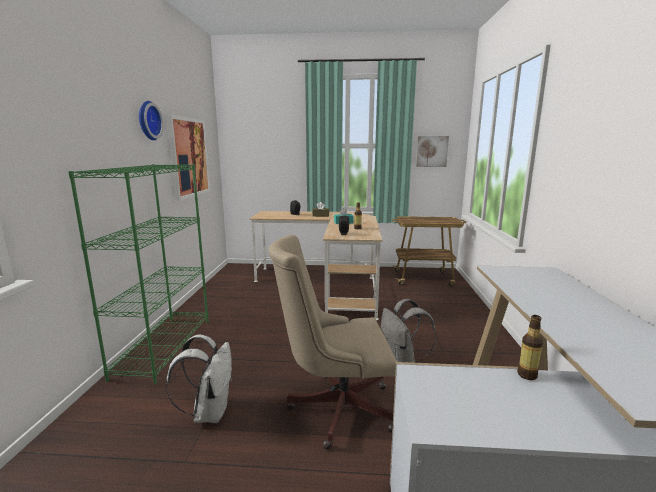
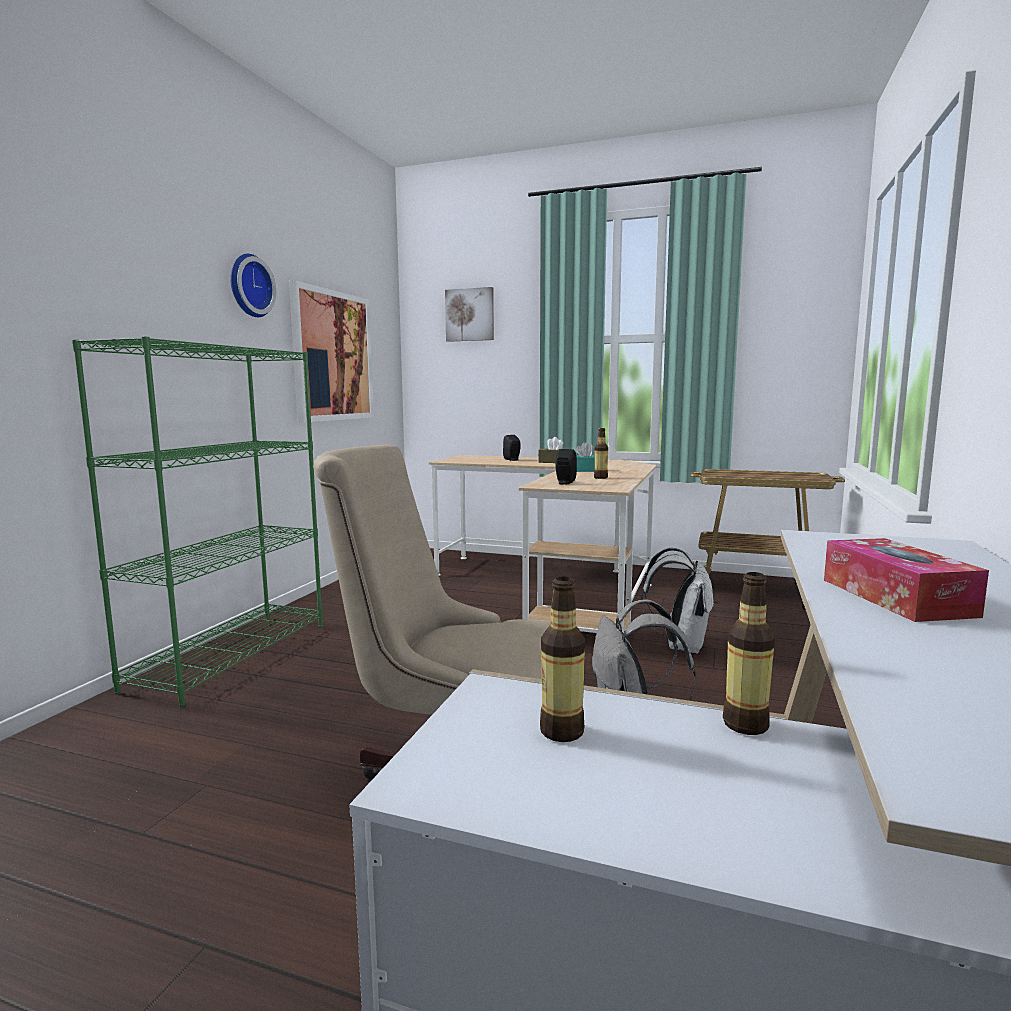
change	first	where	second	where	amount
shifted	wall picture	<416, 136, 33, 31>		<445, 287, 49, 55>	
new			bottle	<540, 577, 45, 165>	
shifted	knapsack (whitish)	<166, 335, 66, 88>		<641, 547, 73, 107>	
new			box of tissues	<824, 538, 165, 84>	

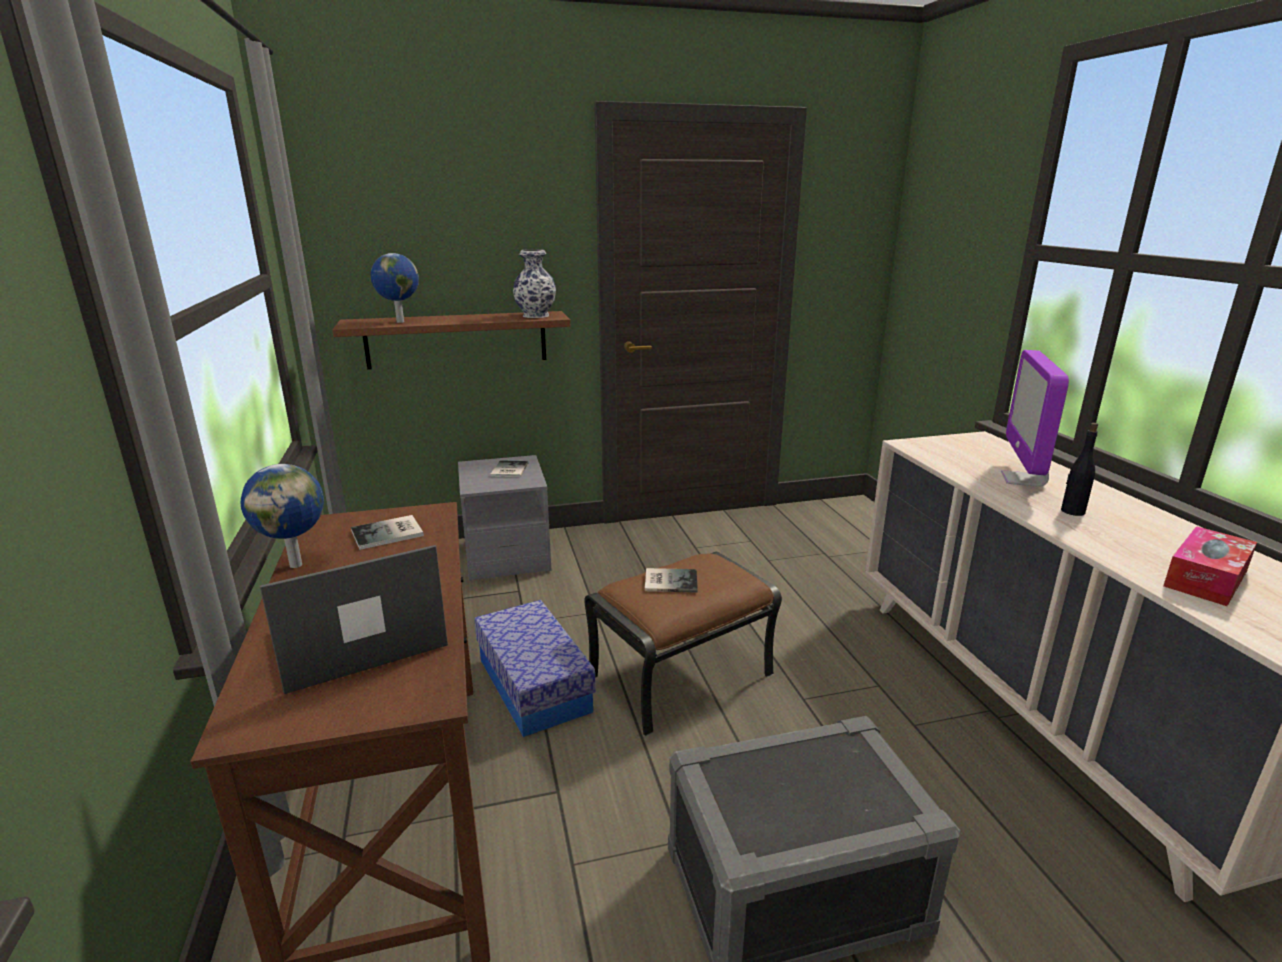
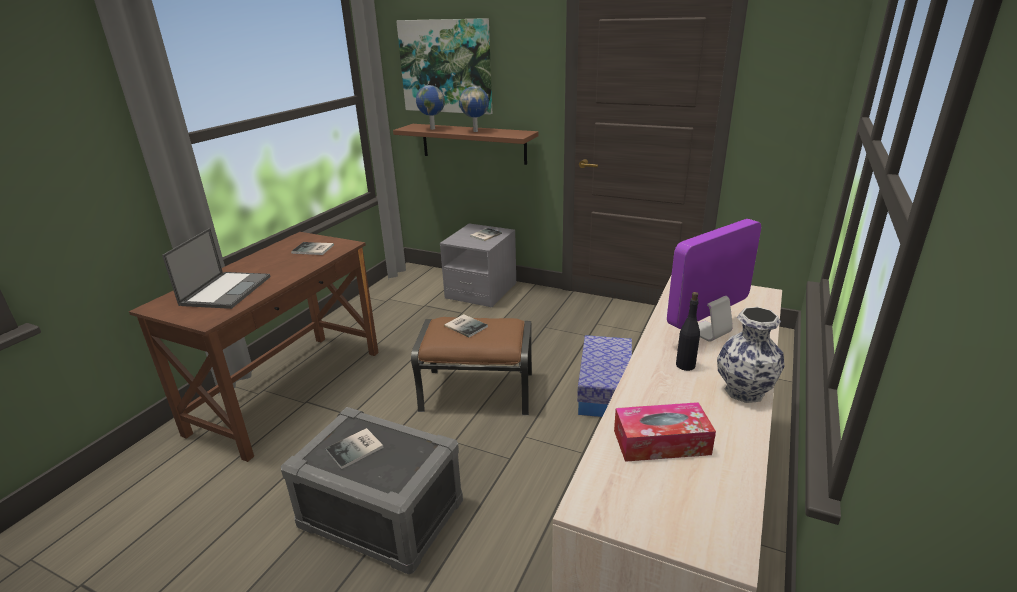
change	first	where	second	where	amount
rotated	portable computer	<260, 545, 188, 149>		<162, 228, 109, 81>	90 degrees clockwise
new			bound book	<326, 428, 58, 41>	
new			wall picture	<396, 18, 96, 96>	
shifted	desk globe	<240, 464, 84, 104>		<459, 86, 30, 46>	
shifted	storage box	<474, 600, 122, 137>		<577, 335, 55, 82>	
shifted	flower vase	<513, 249, 43, 69>		<717, 307, 67, 96>	

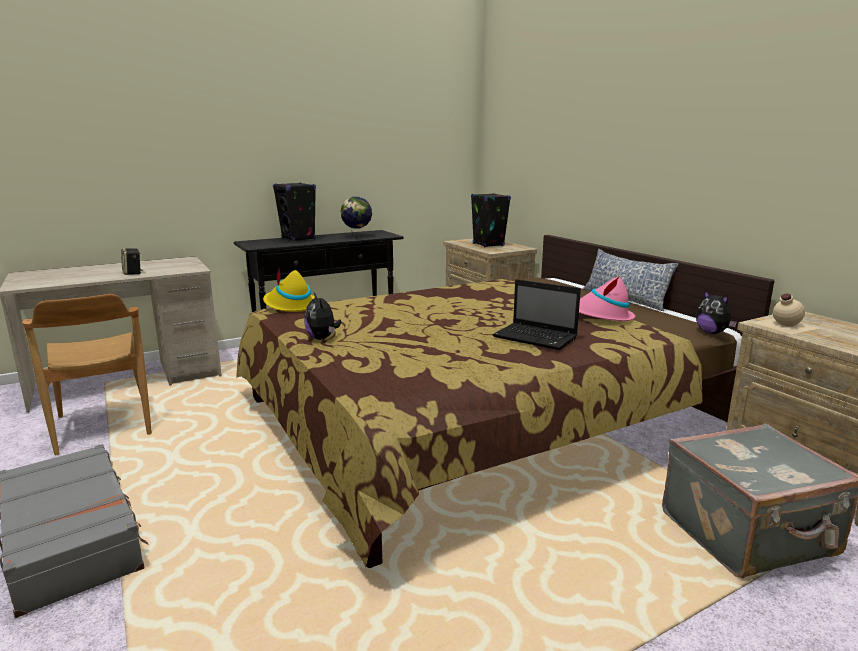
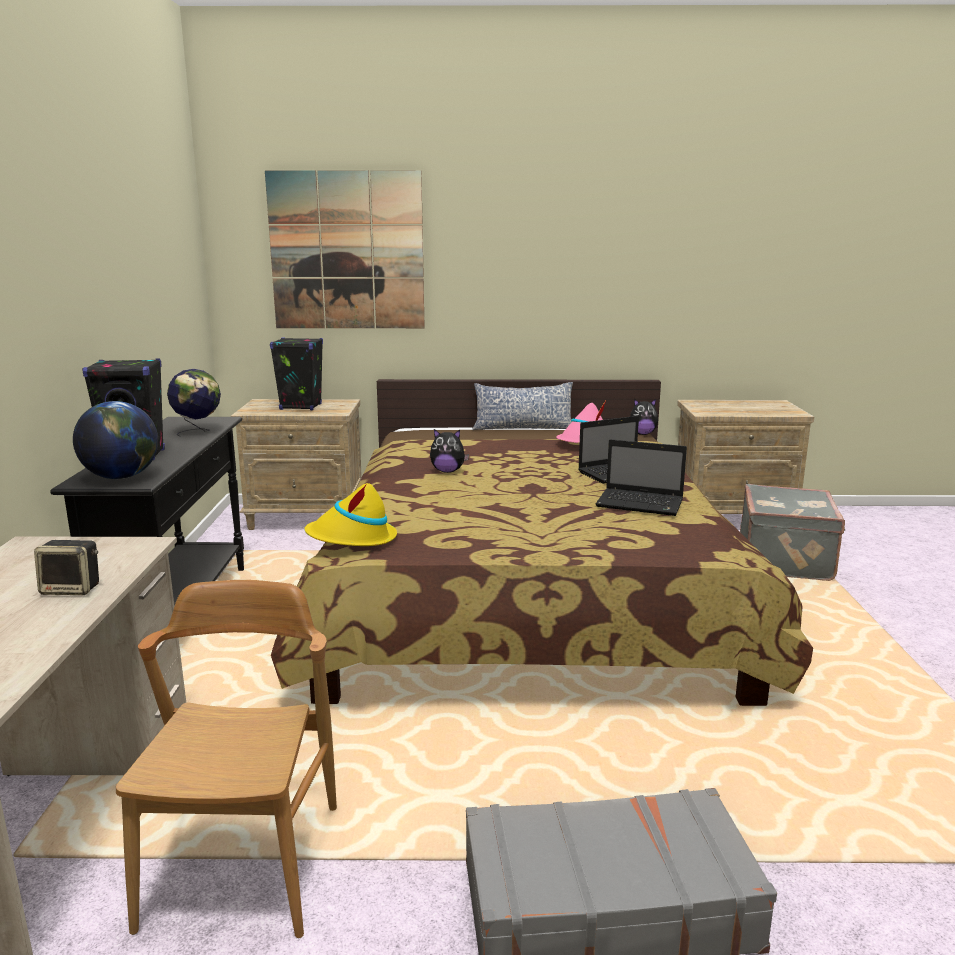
change	first	where	second	where	amount
new			desk globe	<73, 401, 85, 78>	
rotated	plain chair (brownish)	<22, 294, 130, 161>		<116, 580, 221, 358>	90 degrees counterclockwise
new			wall picture	<265, 170, 160, 158>	
shifted	cuddly toy	<304, 293, 37, 47>		<430, 429, 39, 44>	
new			portable computer	<595, 439, 92, 77>	
gone	bottle (beige)	<752, 294, 67, 40>			

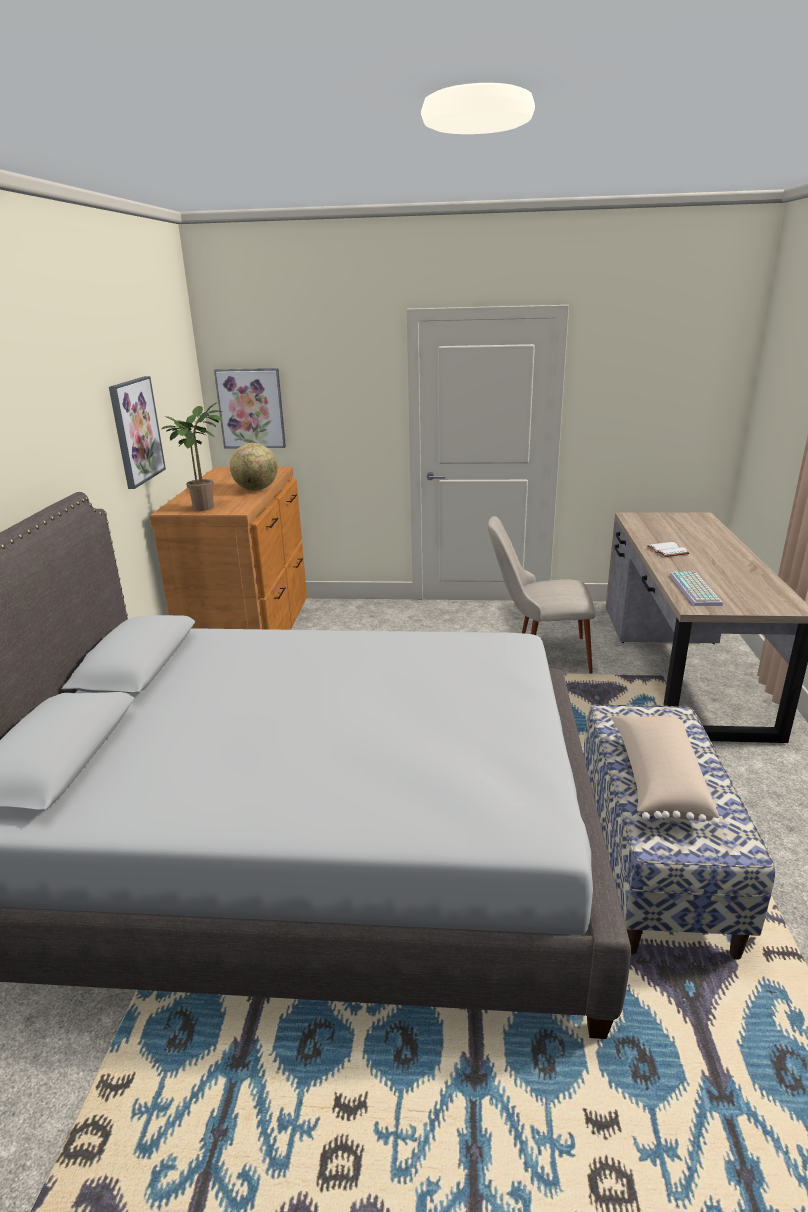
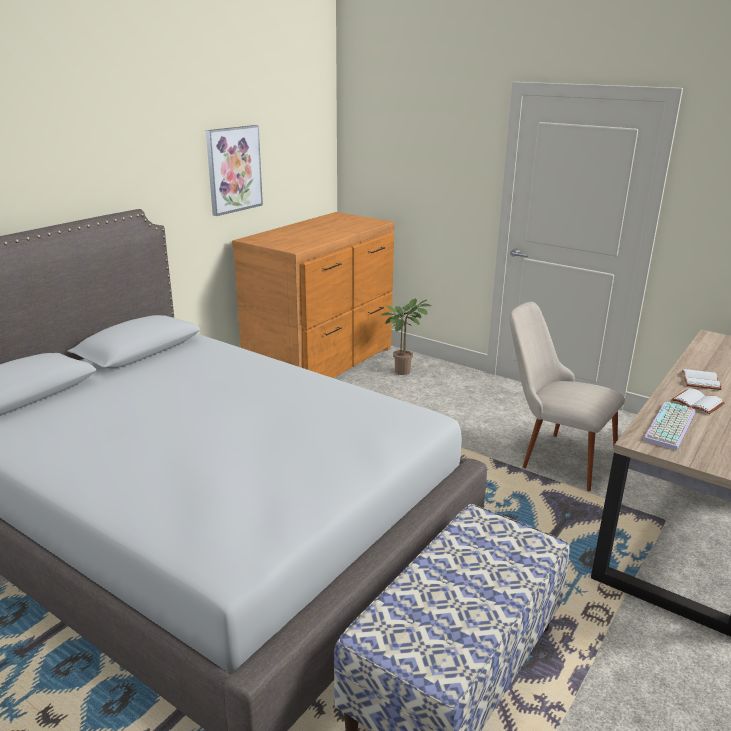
change	first	where	second	where	amount
shifted	houseplant	<162, 402, 61, 109>		<381, 299, 51, 76>	
new			bound book (whitish)	<671, 388, 54, 26>	
gone	wall picture	<214, 368, 72, 80>			
gone	desk globe	<230, 443, 48, 48>			
gone	throw pillow (beige)	<612, 715, 108, 111>			

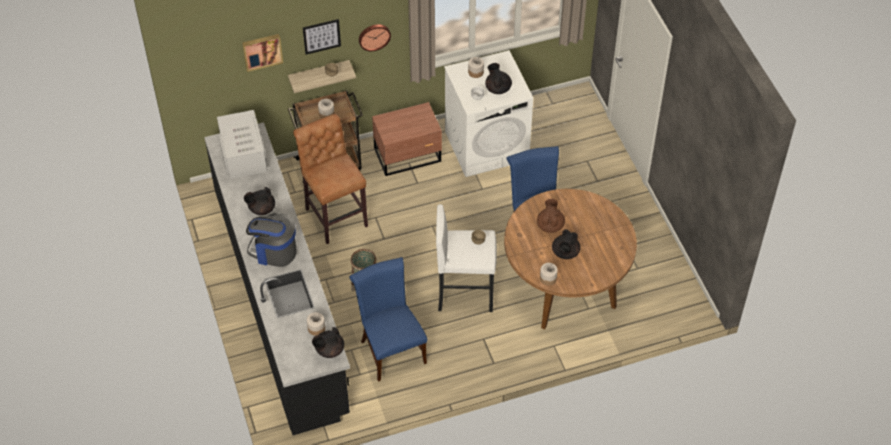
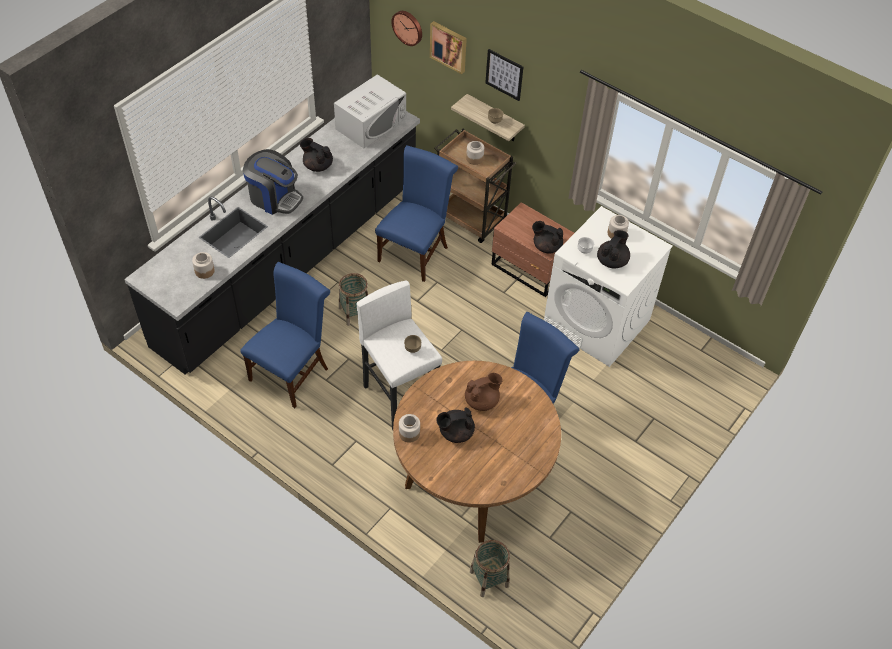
change	first	where	second	where	amount
rotated	coffee maker	<246, 213, 51, 54>		<243, 149, 60, 66>	135 degrees clockwise
swapped	stool seat (brownish)	<293, 114, 75, 130>	plain chair (blue-coloured)	<375, 145, 83, 137>	
shifted	wall clock	<359, 24, 32, 27>		<391, 11, 31, 35>	
new			household basket	<470, 540, 40, 57>	
shifted	pot for tea (blackish)	<312, 327, 32, 31>		<532, 221, 31, 32>	

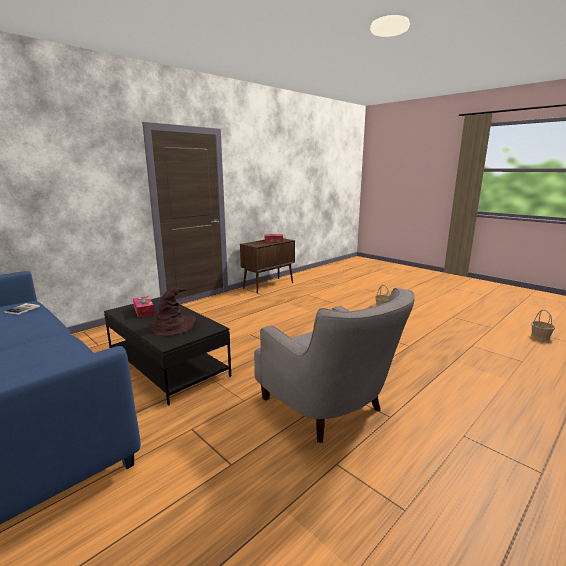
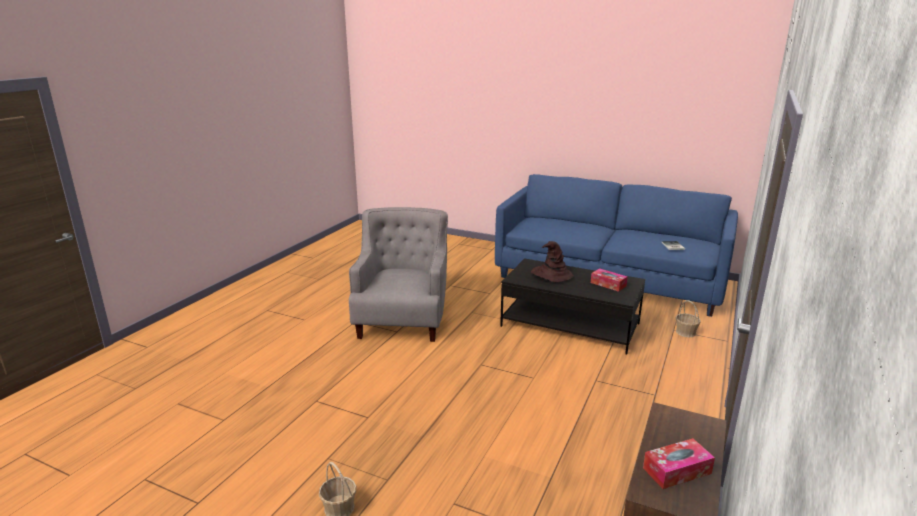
change	first	where	second	where	amount
rotated	easy chair (grey)	<254, 288, 160, 155>		<349, 207, 99, 135>	60 degrees clockwise
shifted	household basket	<531, 309, 24, 32>		<676, 300, 25, 37>	

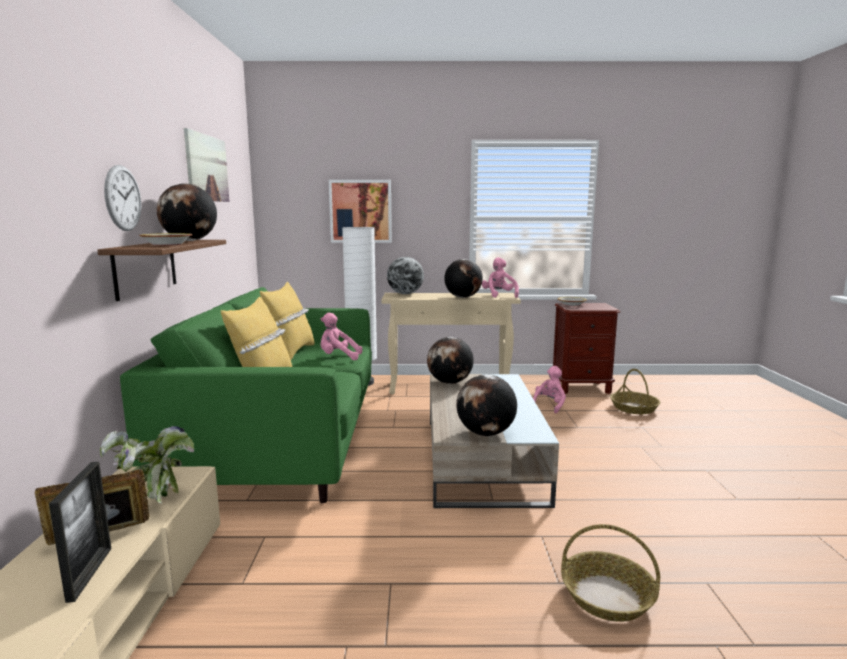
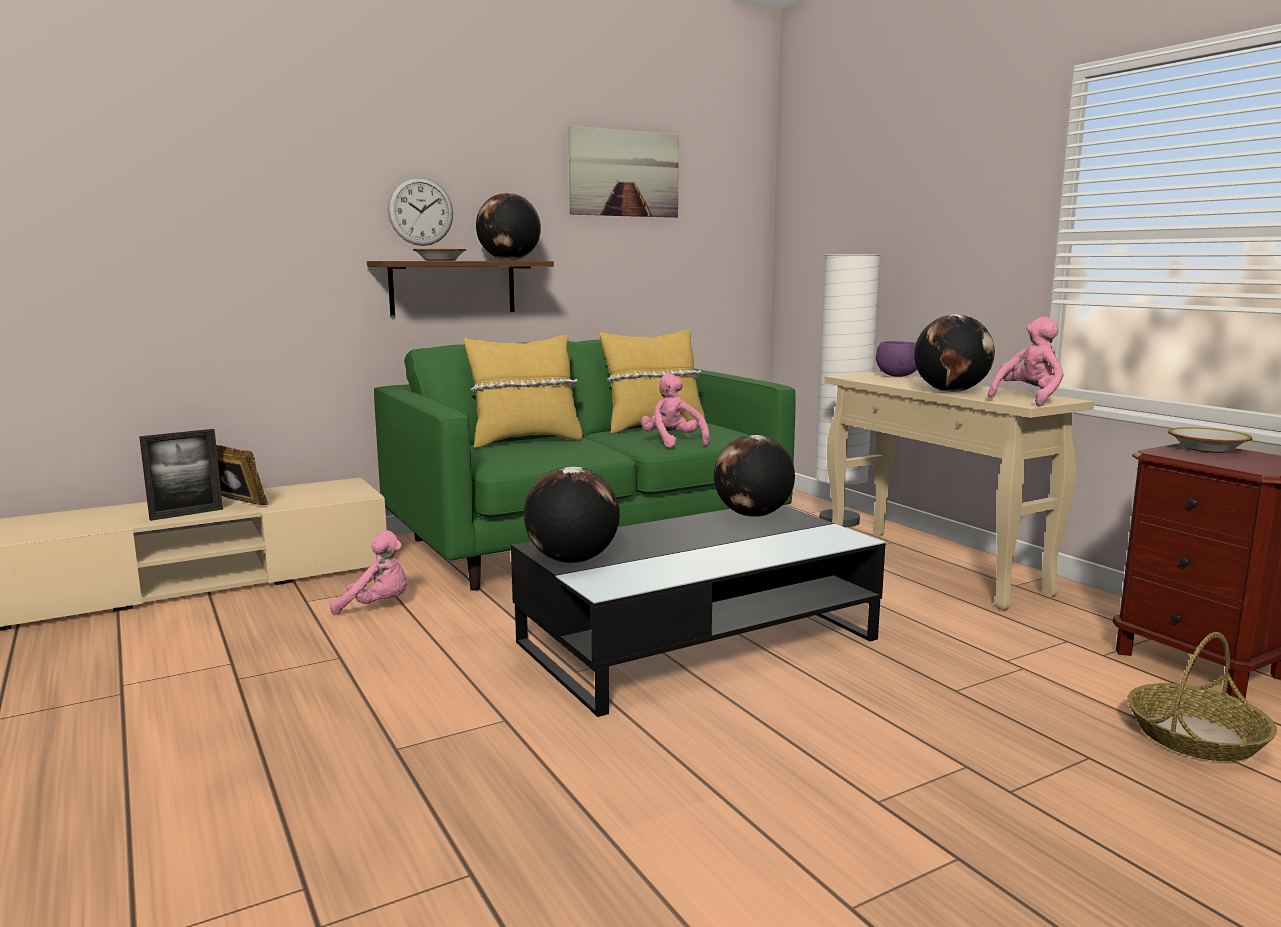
change	first	where	second	where	amount
shifted	cuddly toy (pink-coloured)	<533, 366, 33, 48>		<330, 530, 77, 85>	
repainted	lounge table (beige)	<430, 374, 129, 134>	lounge table (blackish)	<511, 505, 375, 212>	
swapped	desk globe	<387, 257, 37, 37>	deep dish (purplish)	<876, 341, 41, 36>	
gone	houseplant	<100, 426, 94, 78>			
gone	wall picture	<329, 180, 63, 63>			
gone	household basket	<561, 524, 99, 98>			

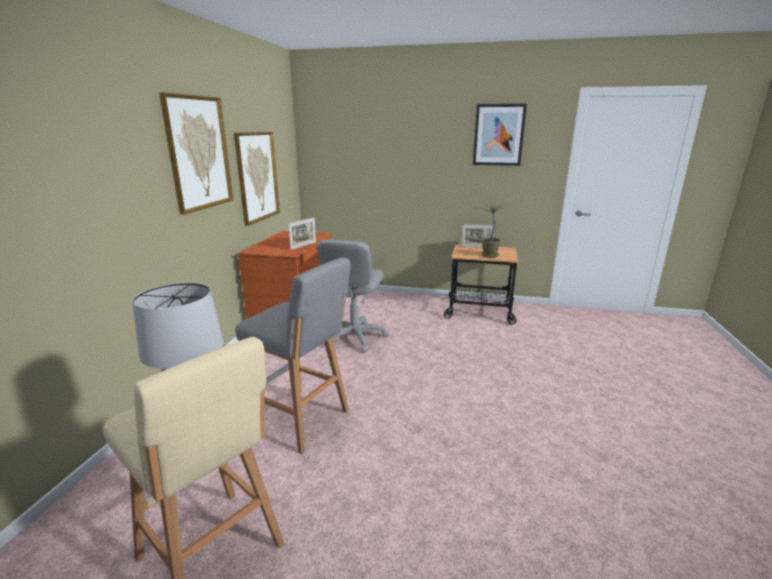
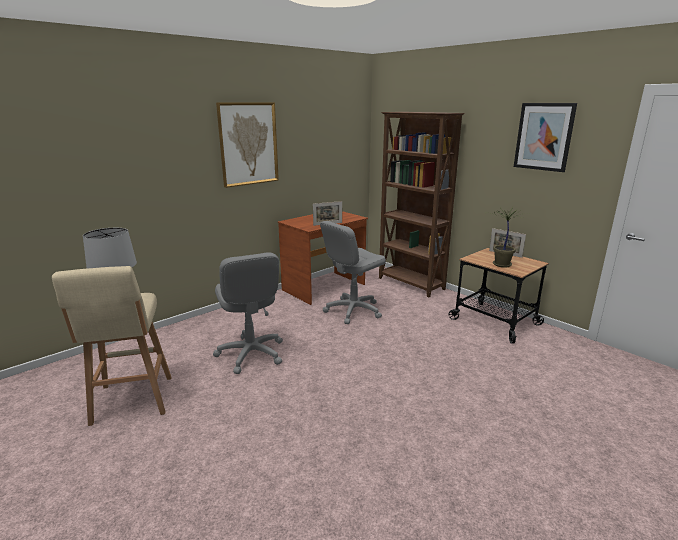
change	first	where	second	where	amount
swapped	stool seat (grey)	<235, 257, 116, 197>	computer chair (grey)	<213, 252, 70, 122>	
new			bookshelf (brownish)	<379, 112, 86, 185>	
gone	wall picture	<234, 132, 46, 94>			

